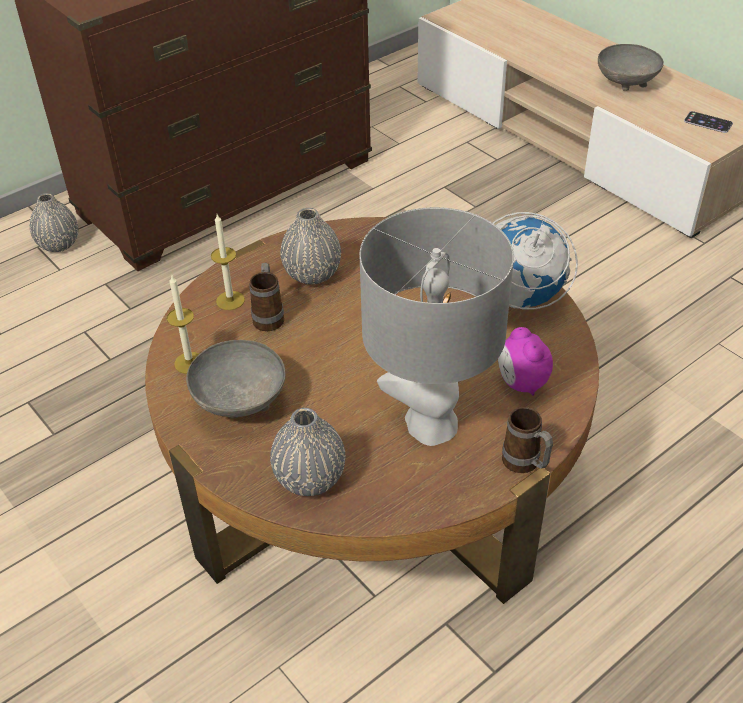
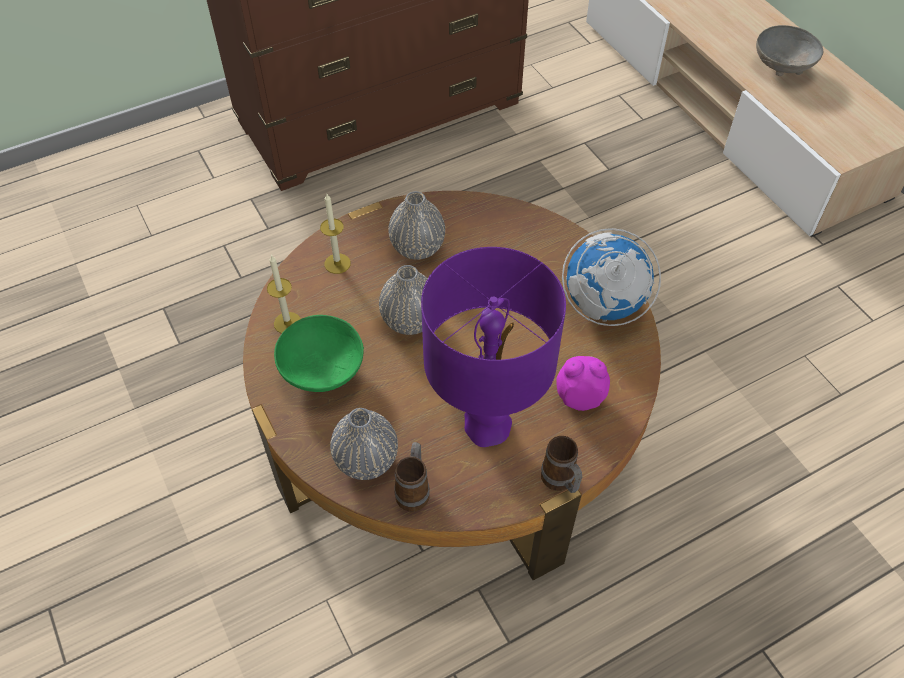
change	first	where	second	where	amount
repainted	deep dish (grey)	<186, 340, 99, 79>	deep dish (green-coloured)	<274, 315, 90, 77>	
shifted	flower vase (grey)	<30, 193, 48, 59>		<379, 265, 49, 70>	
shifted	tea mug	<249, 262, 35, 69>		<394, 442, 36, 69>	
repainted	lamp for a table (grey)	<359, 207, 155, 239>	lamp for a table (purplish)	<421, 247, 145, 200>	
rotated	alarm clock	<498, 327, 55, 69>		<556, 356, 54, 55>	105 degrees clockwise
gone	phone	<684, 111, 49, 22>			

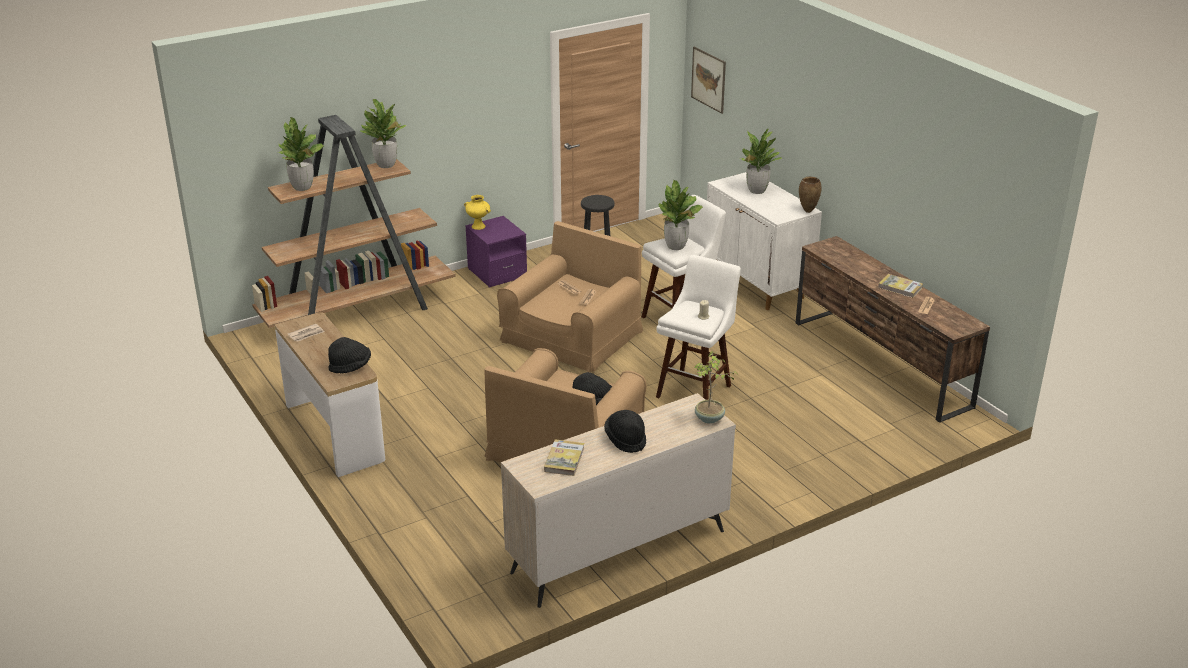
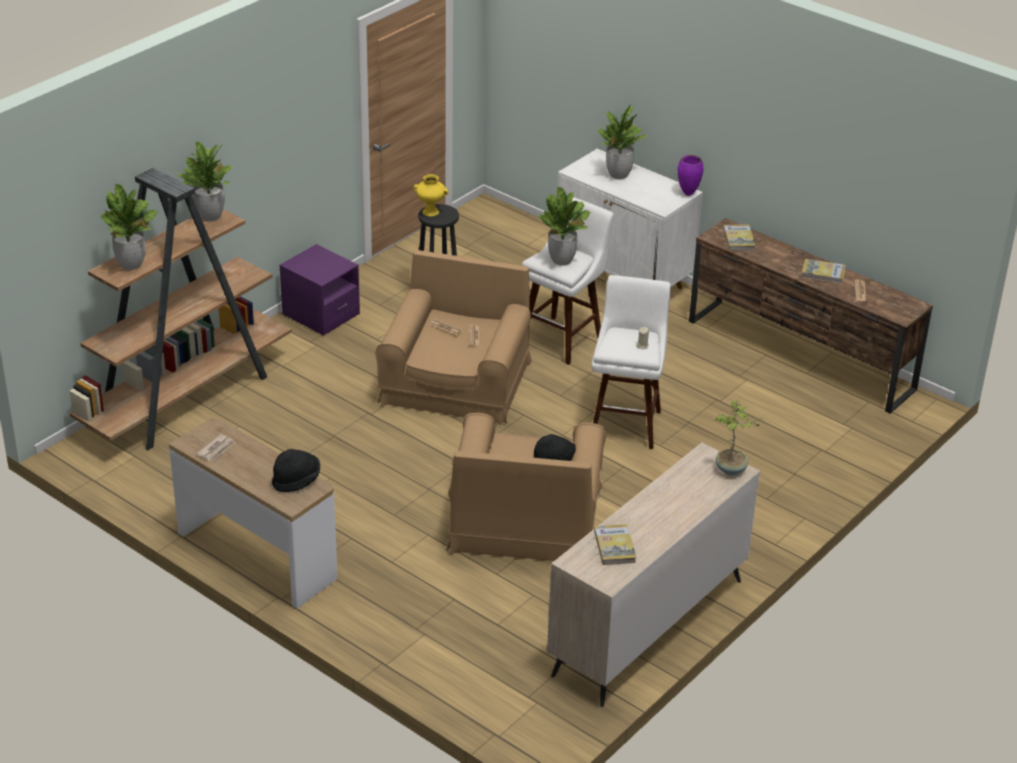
change	first	where	second	where	amount
shifted	flower vase (yellowish)	<464, 195, 27, 35>		<413, 174, 36, 42>	
repainted	flower vase (brownish)	<799, 177, 23, 36>	flower vase (purplish)	<678, 155, 25, 41>	
new			bound book	<723, 224, 33, 27>	
gone	clothing hat (blackish)	<604, 410, 42, 43>			
gone	wall picture	<691, 47, 35, 67>			

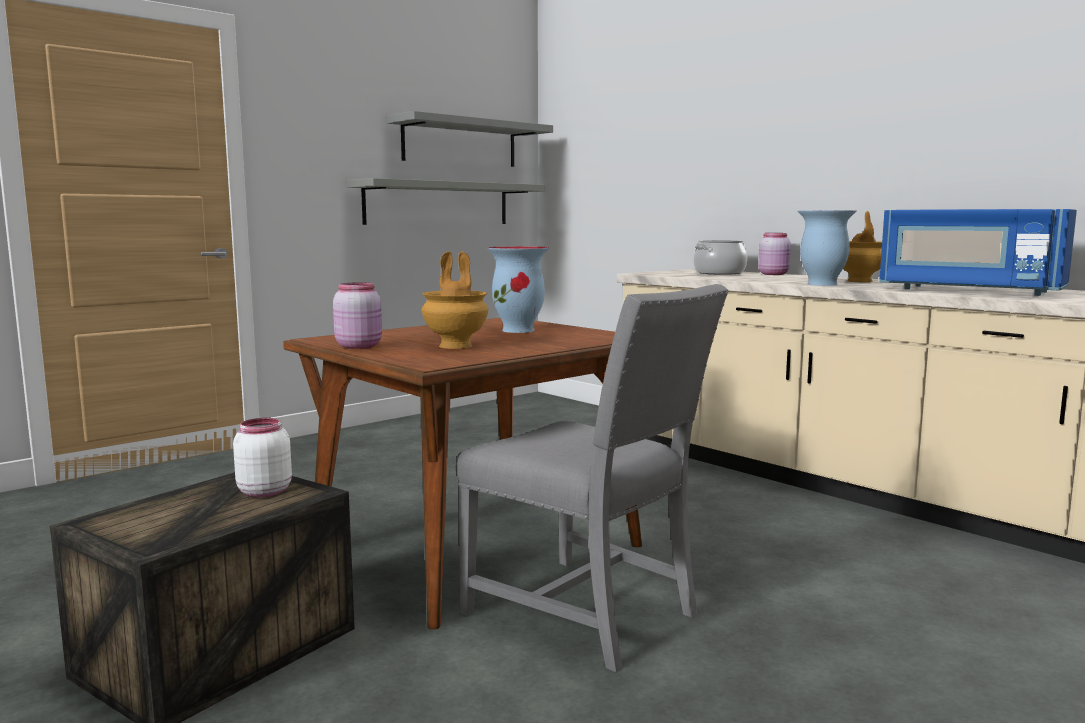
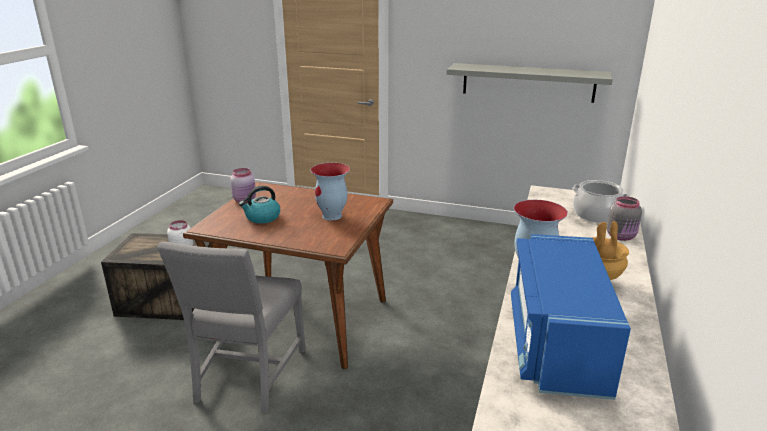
change	first	where	second	where	amount
swapped	flower vase (brownish)	<422, 251, 66, 98>	tea kettle	<239, 186, 41, 37>	
repainted	storage jar (pink-coloured)	<758, 233, 33, 42>	storage jar (grey)	<607, 196, 35, 45>	
gone	wall shelf (grey)	<387, 111, 166, 56>			

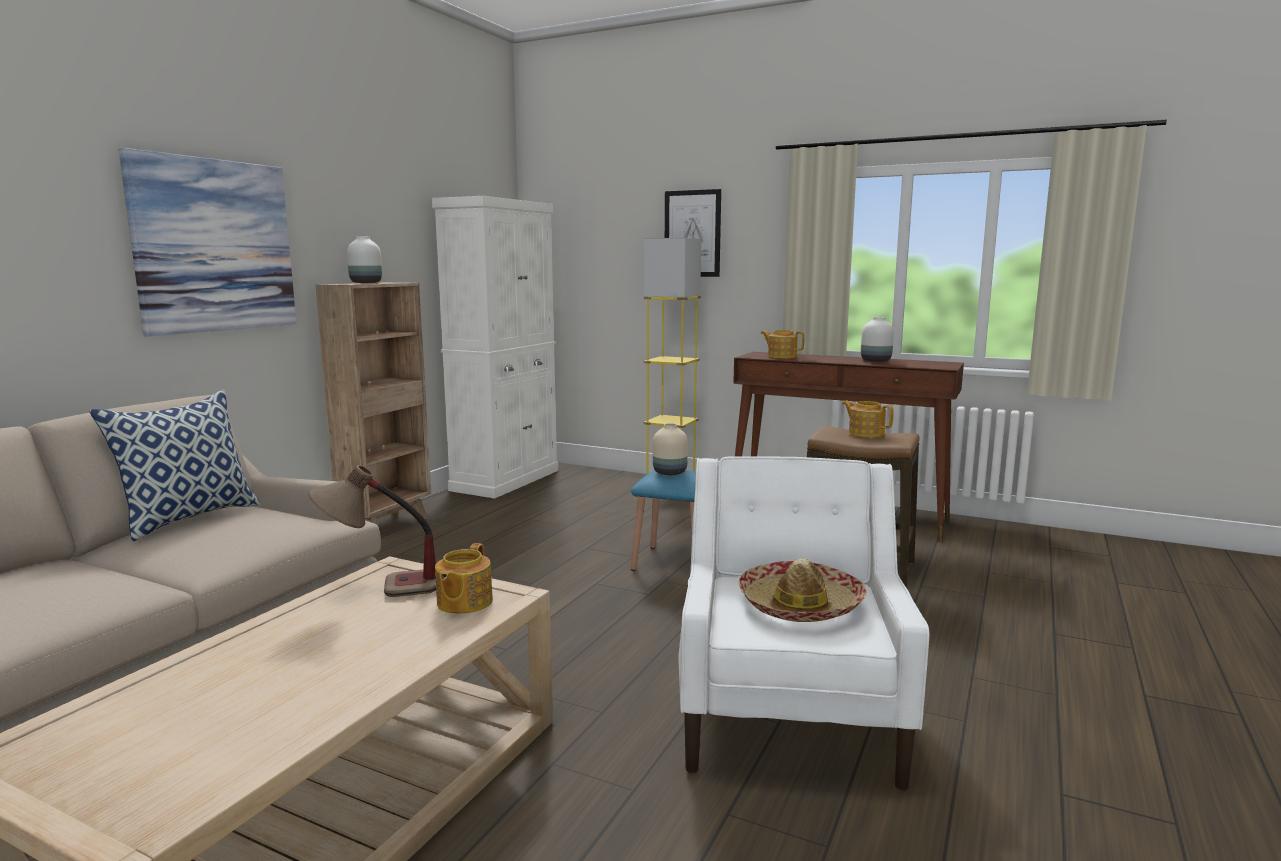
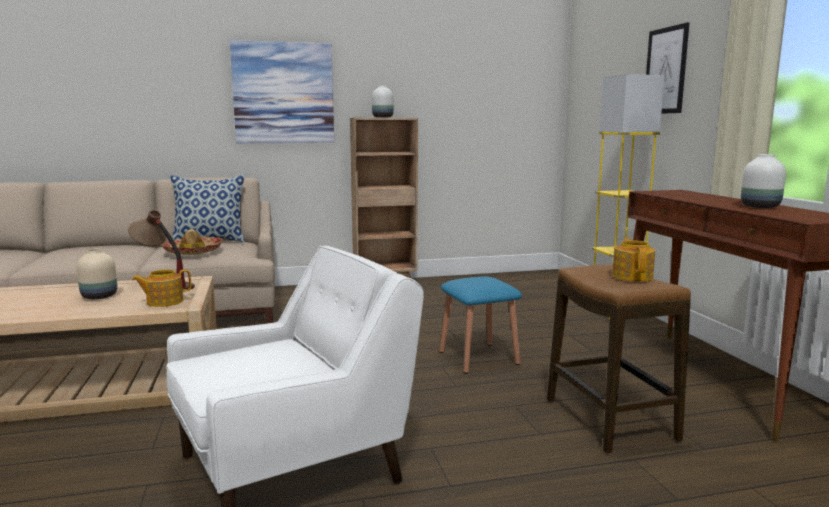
change	first	where	second	where	amount
shifted	flower vase (beige)	<653, 423, 35, 52>		<77, 248, 40, 51>	
shifted	clothing hat	<739, 558, 128, 64>		<161, 229, 62, 26>	
gone	cabinet (whitish)	<432, 196, 127, 302>			
gone	pot for tea	<761, 330, 44, 28>			

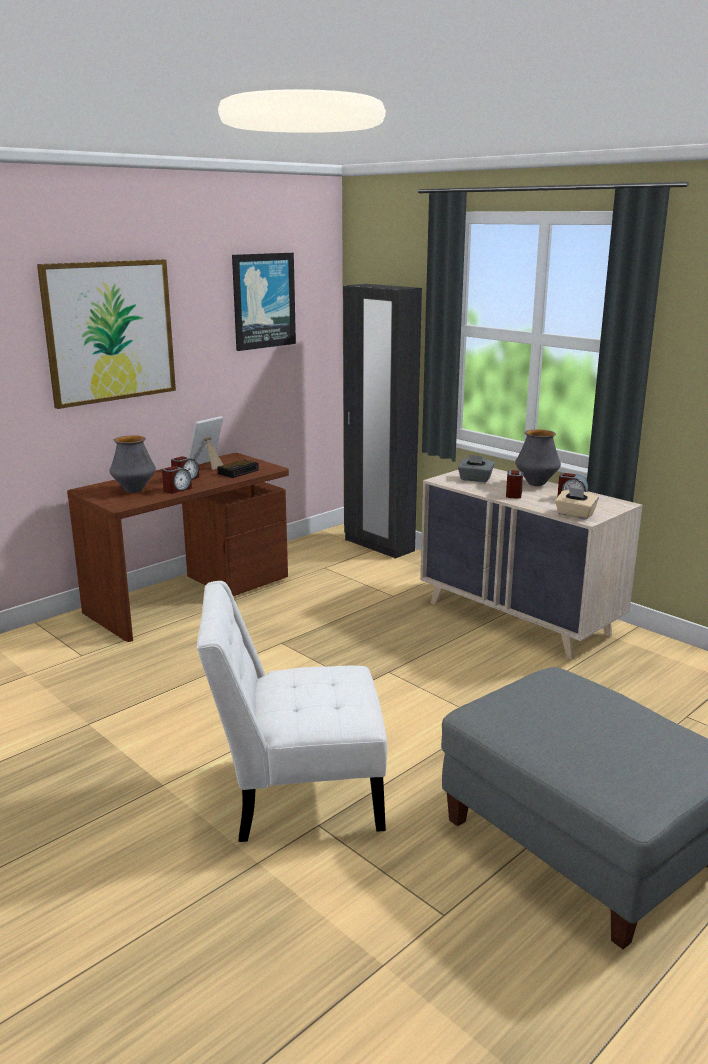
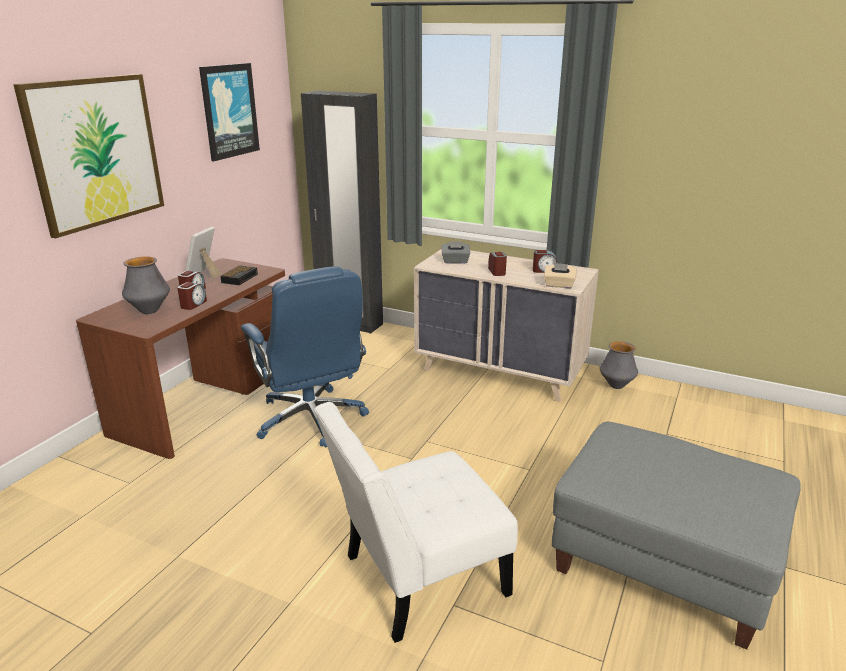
change	first	where	second	where	amount
new			computer chair (blue-coloured)	<241, 266, 128, 181>	
shifted	flower vase	<515, 429, 46, 57>		<599, 341, 39, 48>	

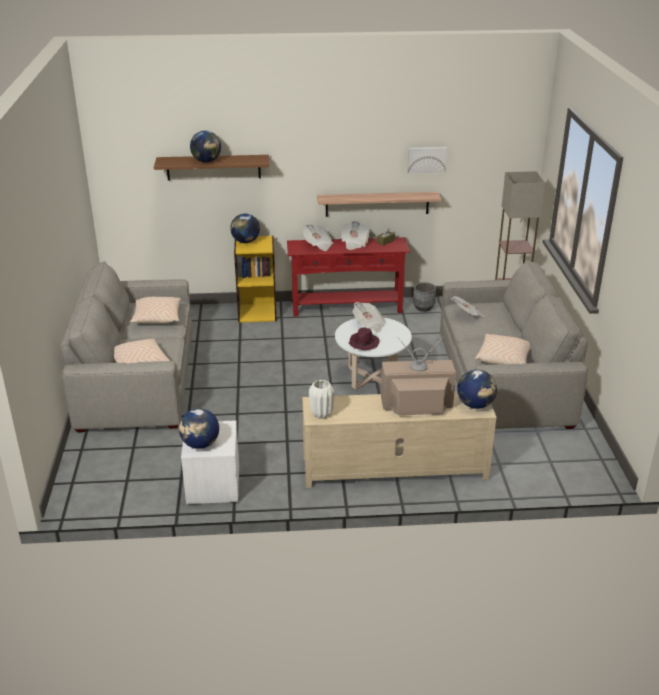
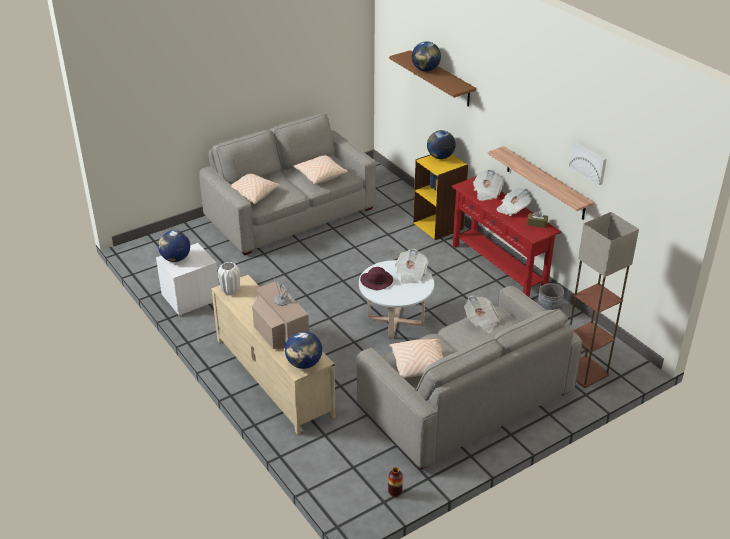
change	first	where	second	where	amount
new			flower vase	<388, 467, 15, 30>	

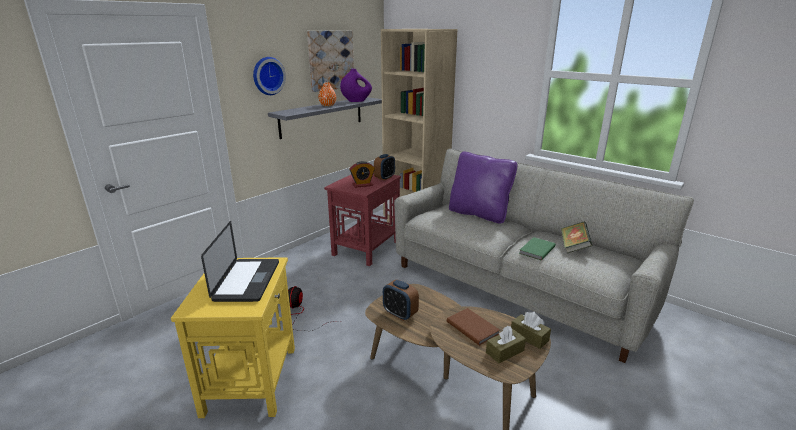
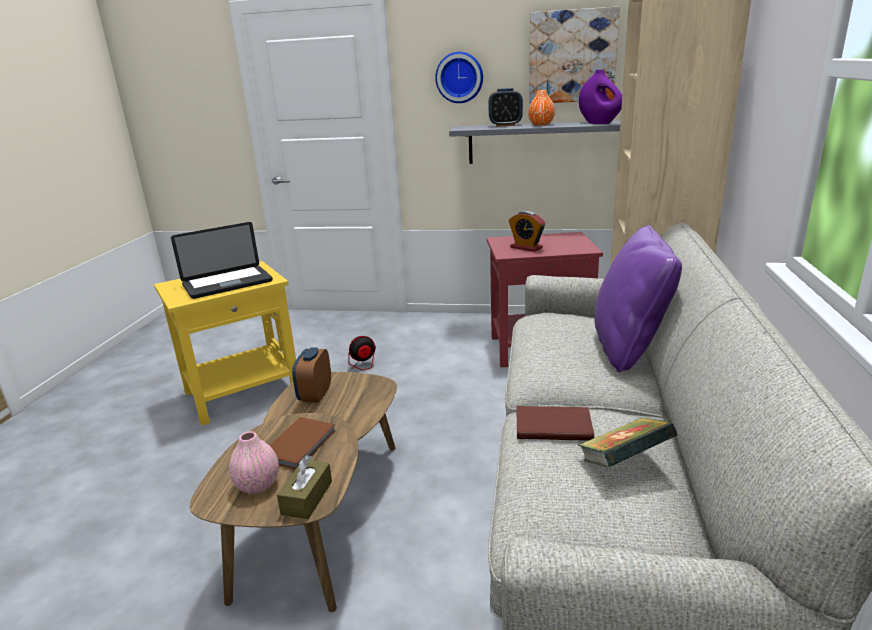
change	first	where	second	where	amount
swapped	box of tissues (brownish)	<486, 326, 40, 37>	flower vase (pink-coloured)	<229, 431, 50, 62>	
shifted	alarm clock	<374, 154, 21, 26>		<488, 88, 35, 39>	
repainted	bound book (green-coloured)	<519, 237, 37, 23>	bound book (brownish)	<517, 406, 77, 35>	

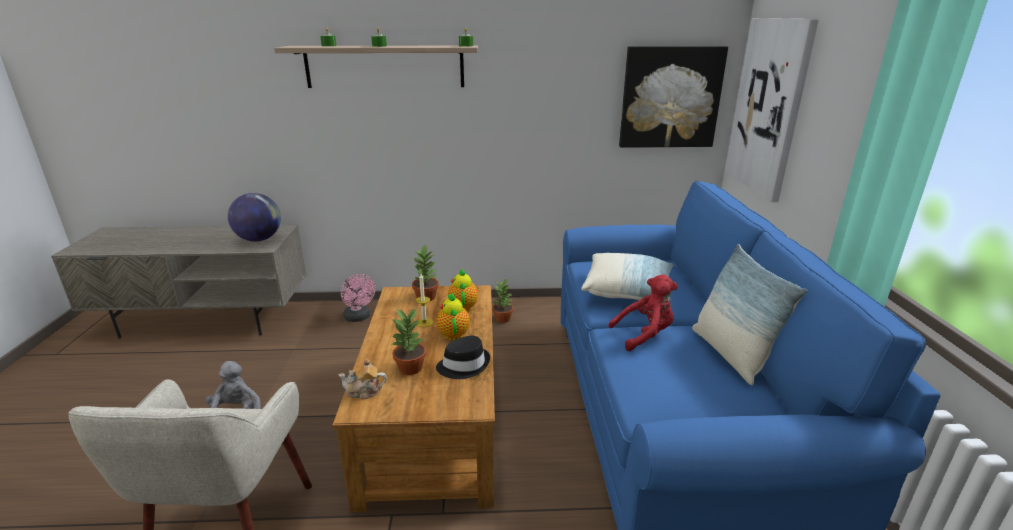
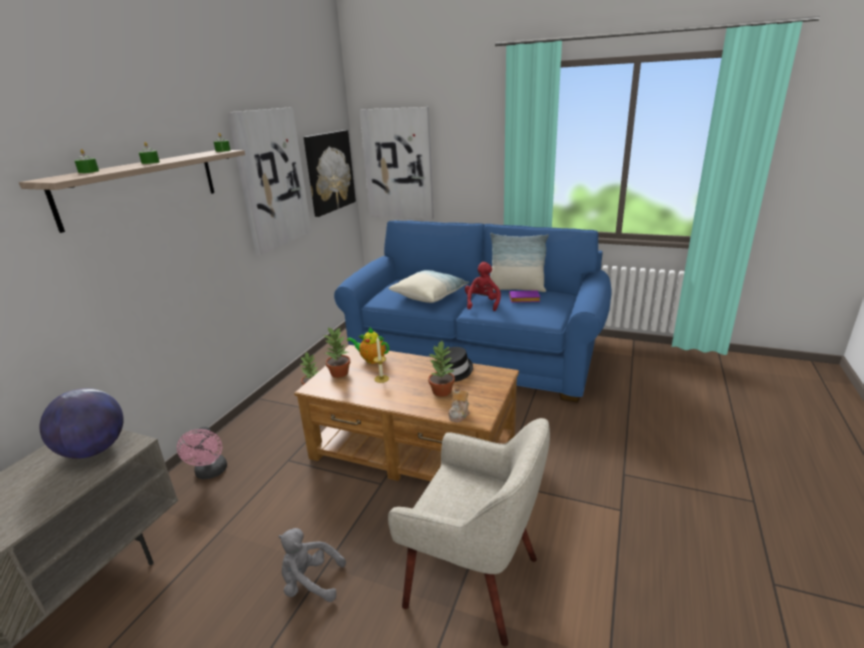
change	first	where	second	where	amount
rotated	fan (pink-coloured)	<341, 274, 35, 48>		<177, 427, 50, 52>	90 degrees clockwise
new			wall picture	<227, 107, 84, 148>	
new			bound book (purplish)	<509, 290, 31, 13>	
gone	pot for tea	<437, 293, 33, 47>			

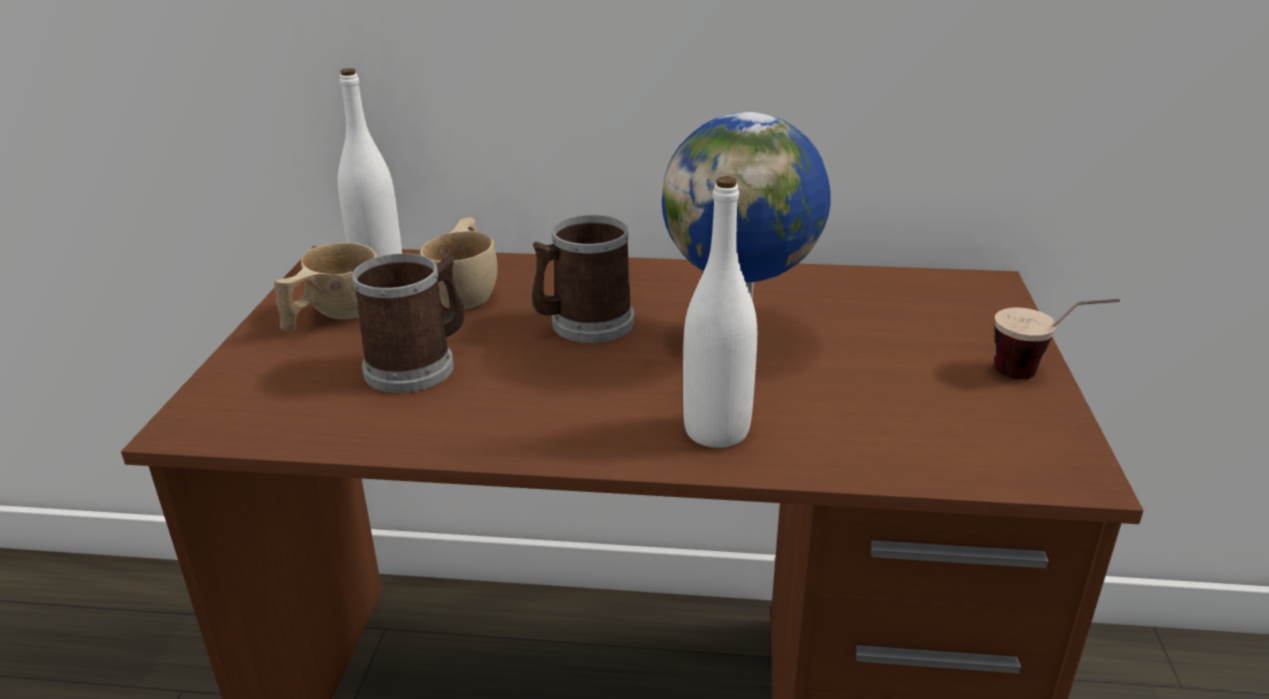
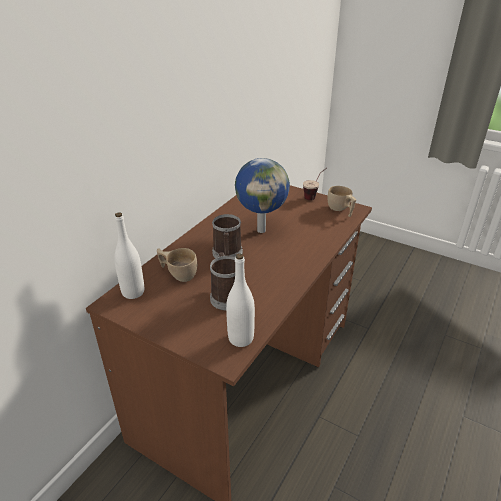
change	first	where	second	where	amount
shifted	bottle (whitish)	<683, 176, 74, 272>		<226, 254, 29, 93>	
shifted	cup (beige)	<274, 243, 103, 88>		<327, 186, 29, 31>	

